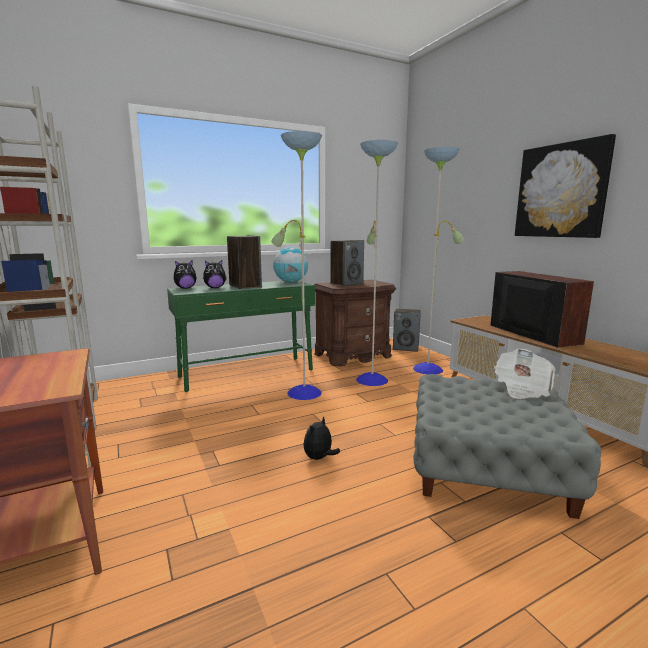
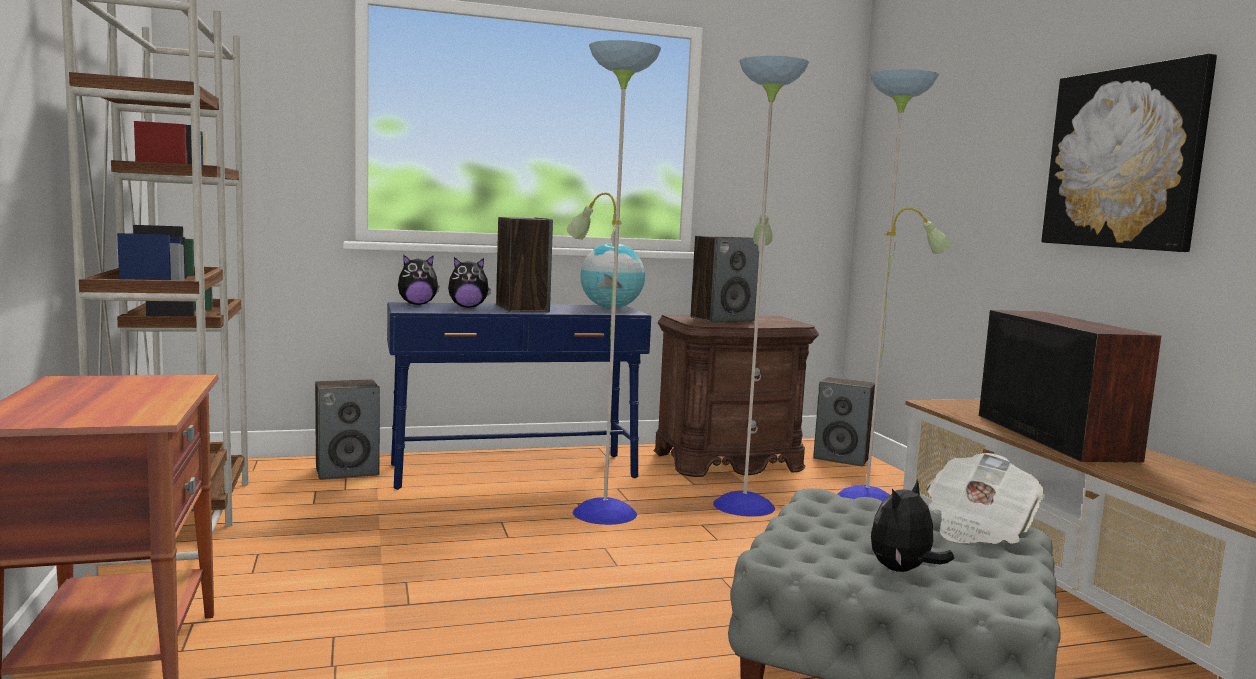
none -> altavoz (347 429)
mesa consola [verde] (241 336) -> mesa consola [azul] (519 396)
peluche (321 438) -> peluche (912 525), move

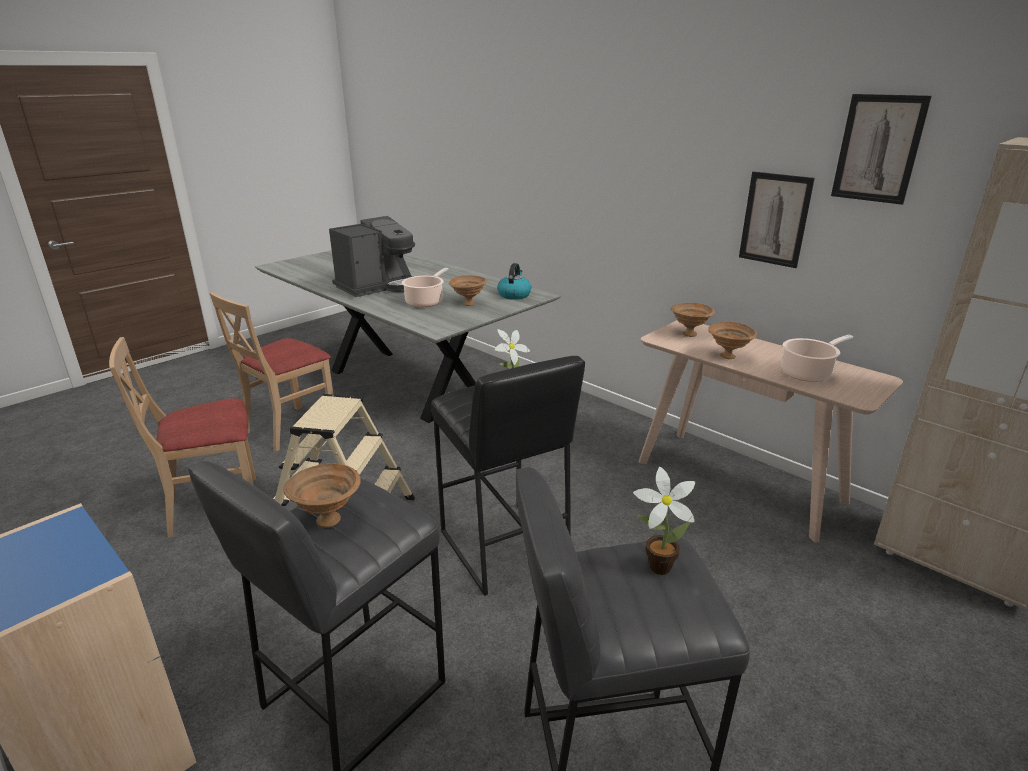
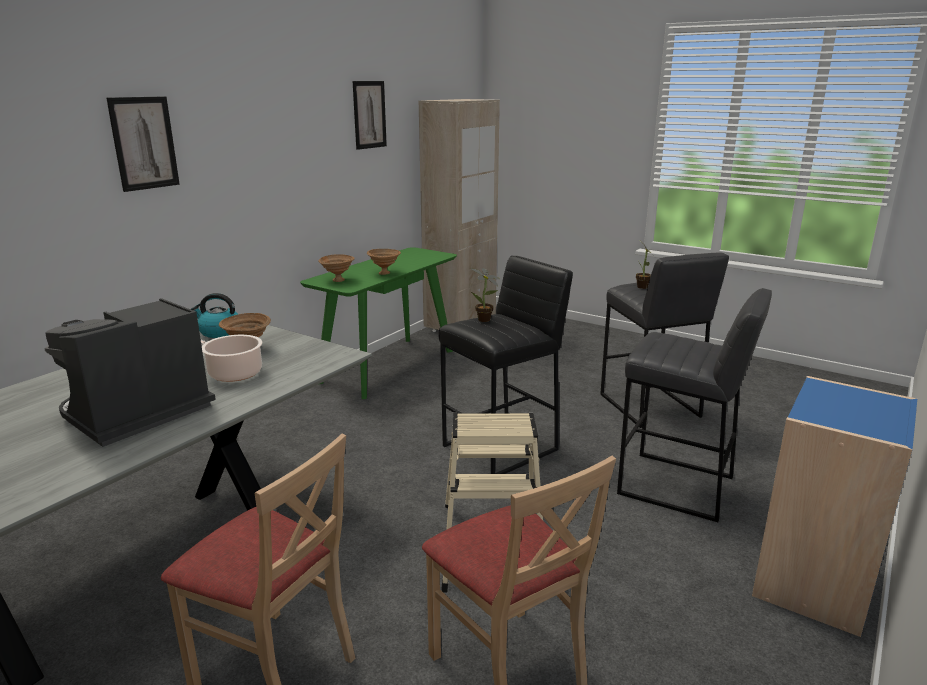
cafetera (372 256) -> cafetera (130 372), 90 degrees counterclockwise
cuadro (777 219) -> cuadro (143 144), move
mesa consola [beis] (771 431) -> mesa consola [verde] (378 323)
cuenco [marrón] (322 495) -> none
olla (817 358) -> none

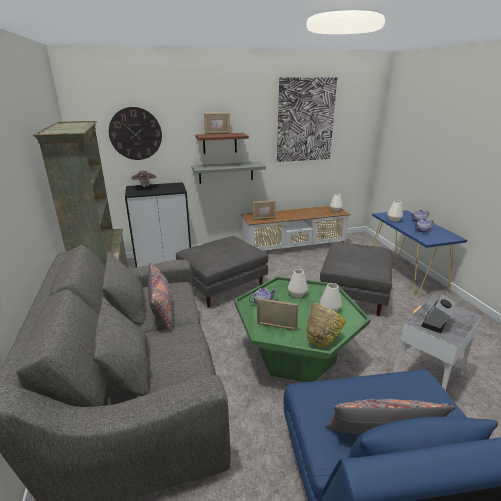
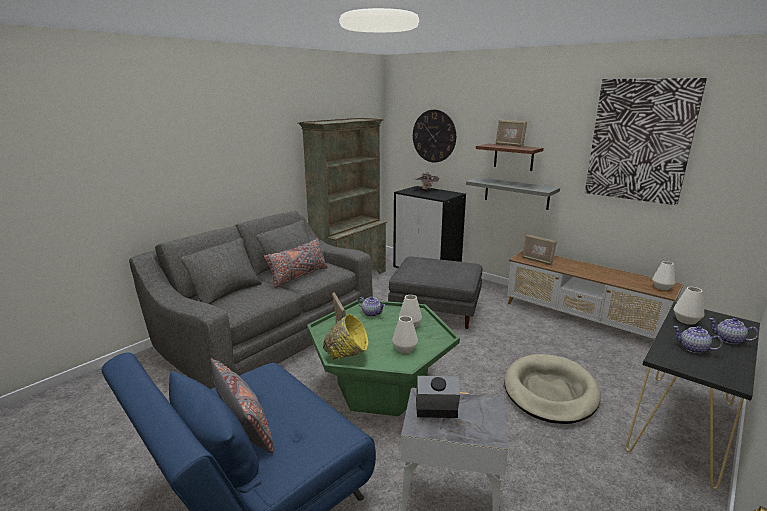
puf [gris] (356 279) -> cama para perro [beis] (552 389)
mesa consola [azul] (419 254) -> mesa consola [negro] (693 395)

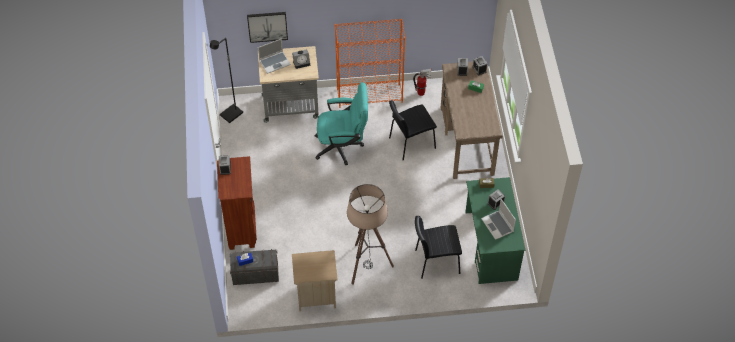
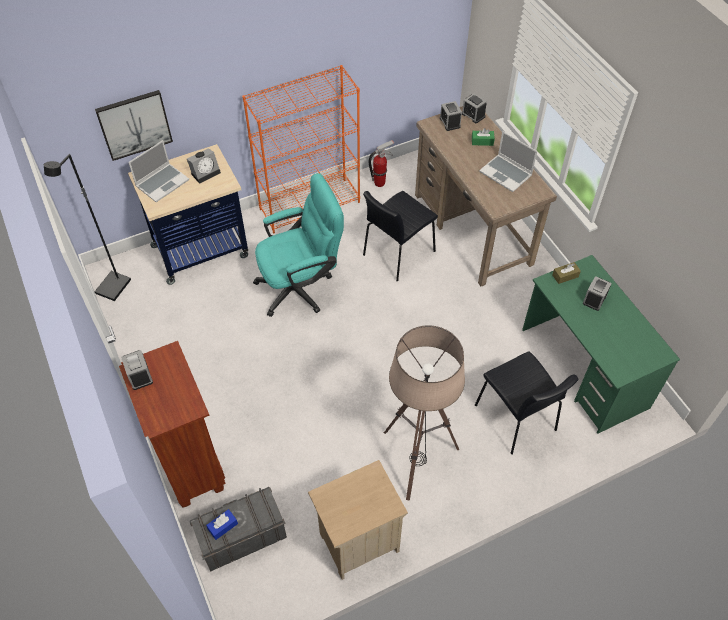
carrito [gris] (288 84) -> carrito [azul] (188 214)
silla [negro] (438 247) -> silla [negro] (527 403), 90 degrees counterclockwise
portátil (498 219) -> portátil (508 161), move

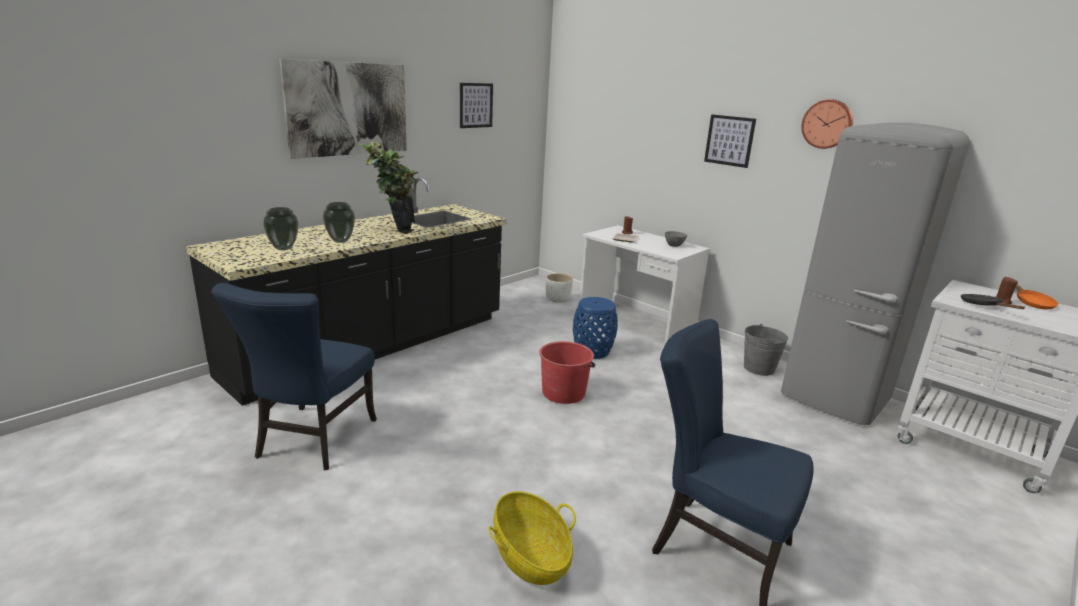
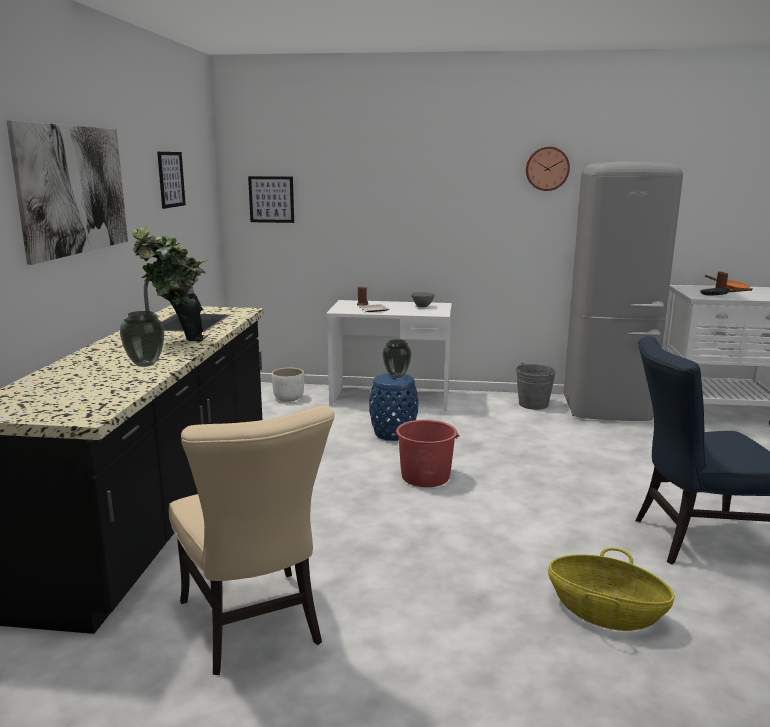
silla [azul] (294 376) -> silla [beis] (252 540)
cuadro (730 141) -> cuadro (271 199), move
florero (280 228) -> florero (397 358), move

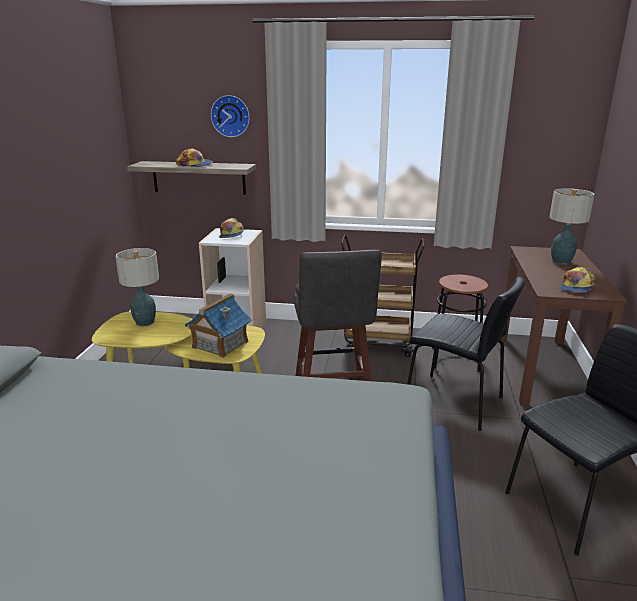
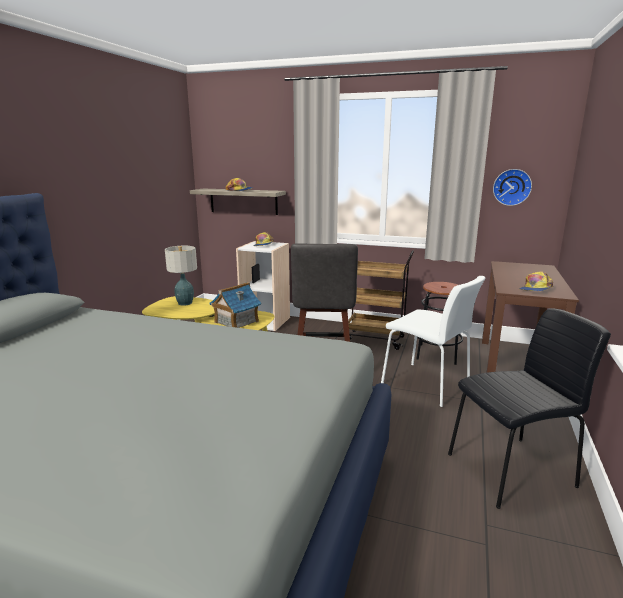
silla [negro] (466 354) -> silla [blanco] (433 341)
reloj de pared (230 116) -> reloj de pared (512 187), move
lámpara de mesa (572 226) -> none

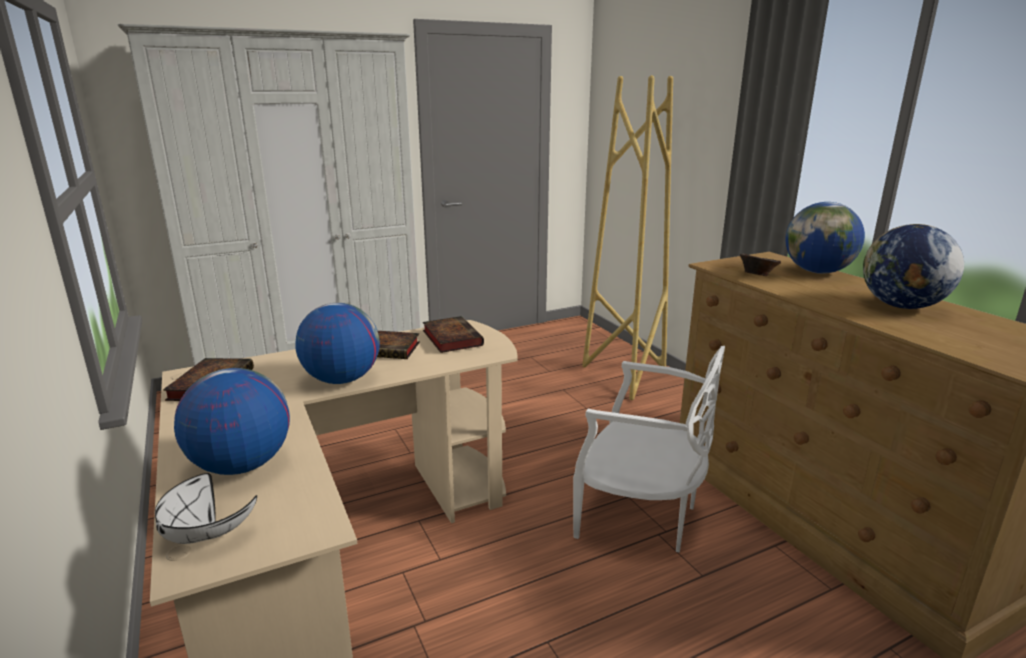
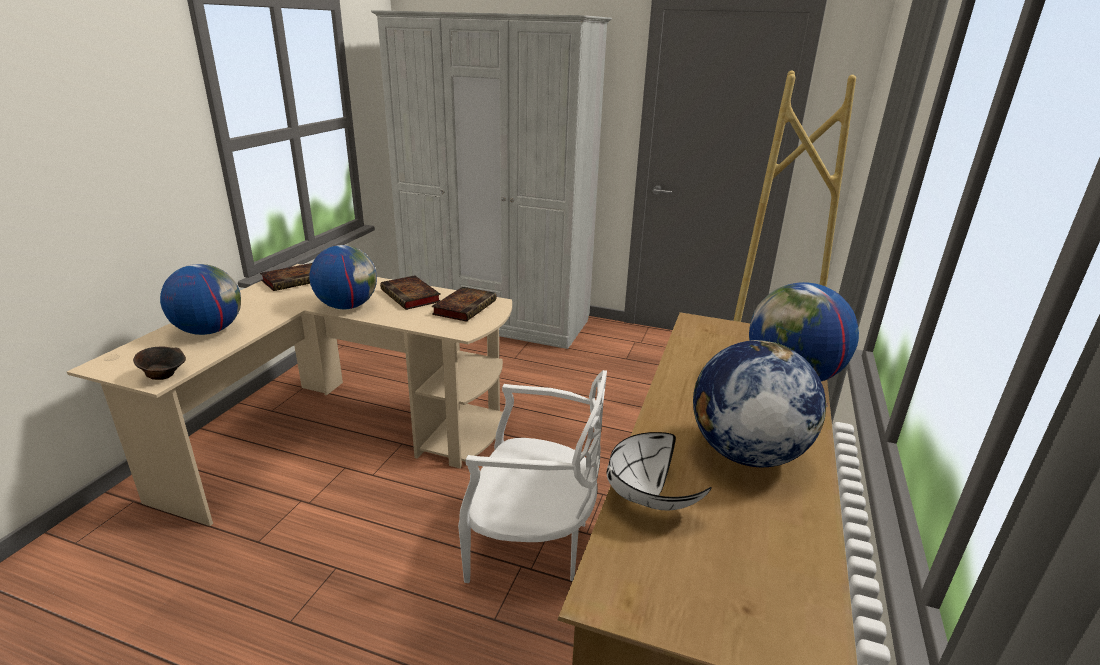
cuenco [marrón] (760 264) -> cuenco [marrón] (159 363), move
silla [blanco] (649 449) -> silla [blanco] (532 476), 60 degrees counterclockwise
cuenco [blanco] (206 508) -> cuenco [blanco] (659 471), move

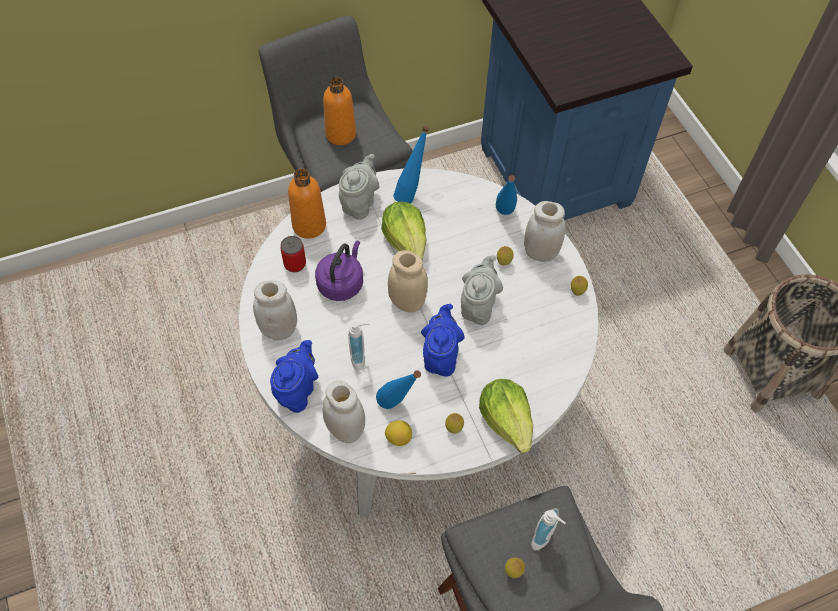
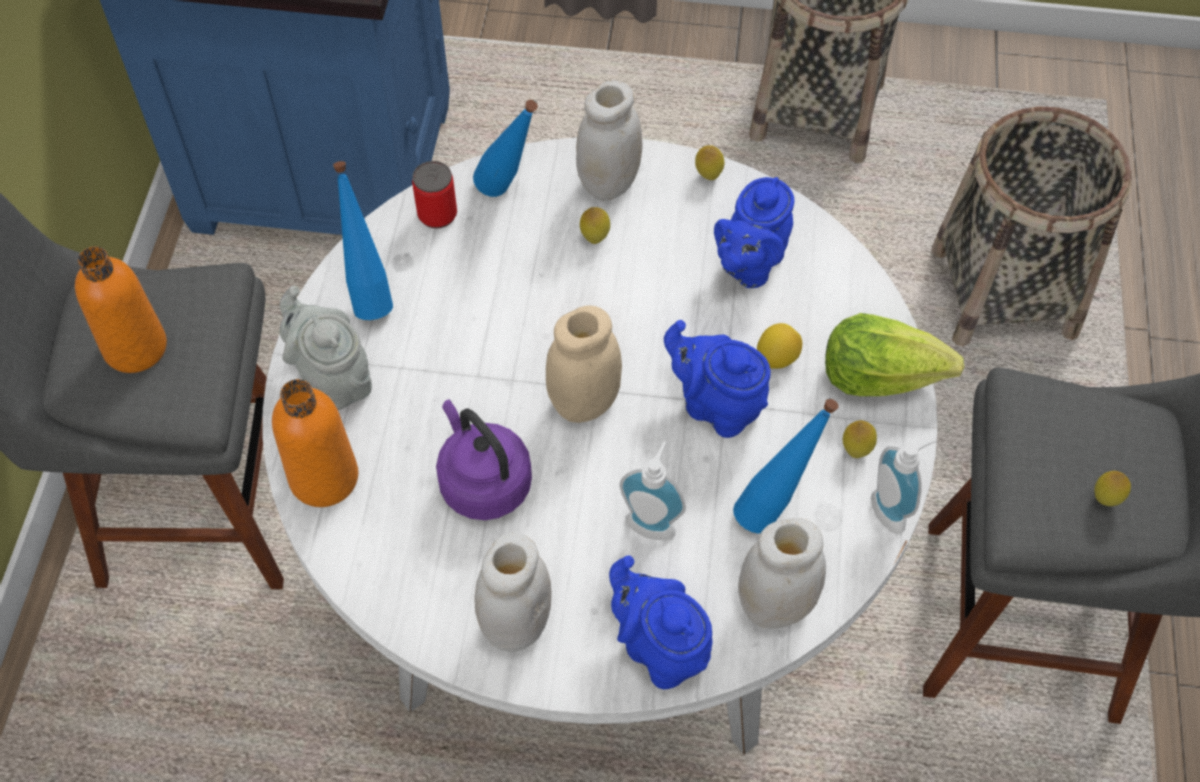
lata (293 254) -> lata (434 195), move
none -> tetera [azul] (754 232)
limón (398 433) -> limón (779 346), move
dispensador de jabón (548 529) -> dispensador de jabón (903 486), move
none -> cesta (1031 226)
lechuga (403 231) -> none
tetera [gris] (482 290) -> none

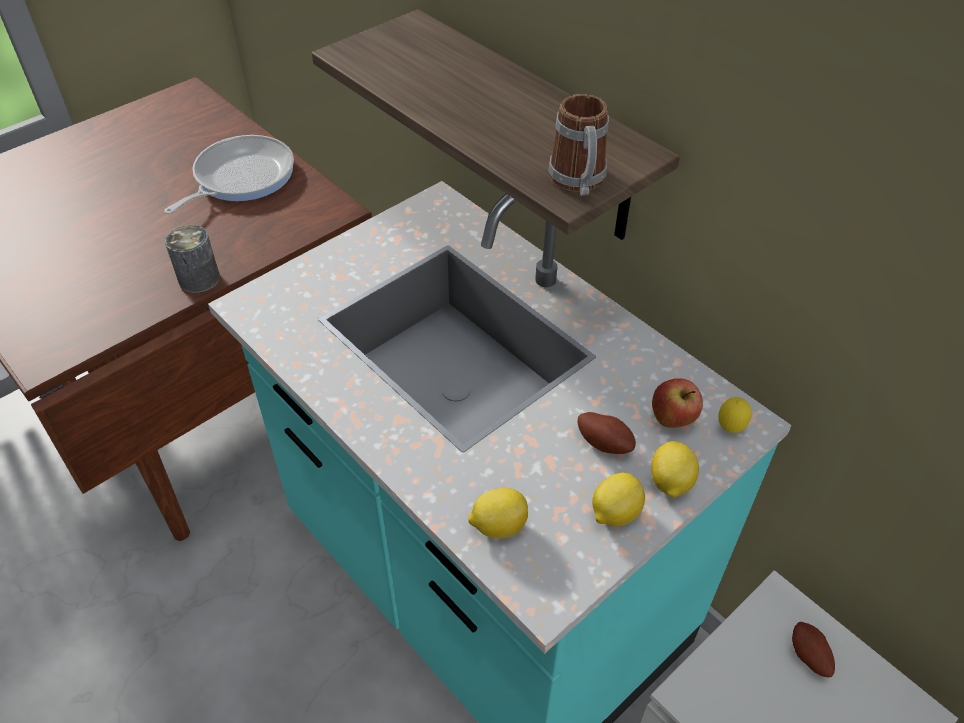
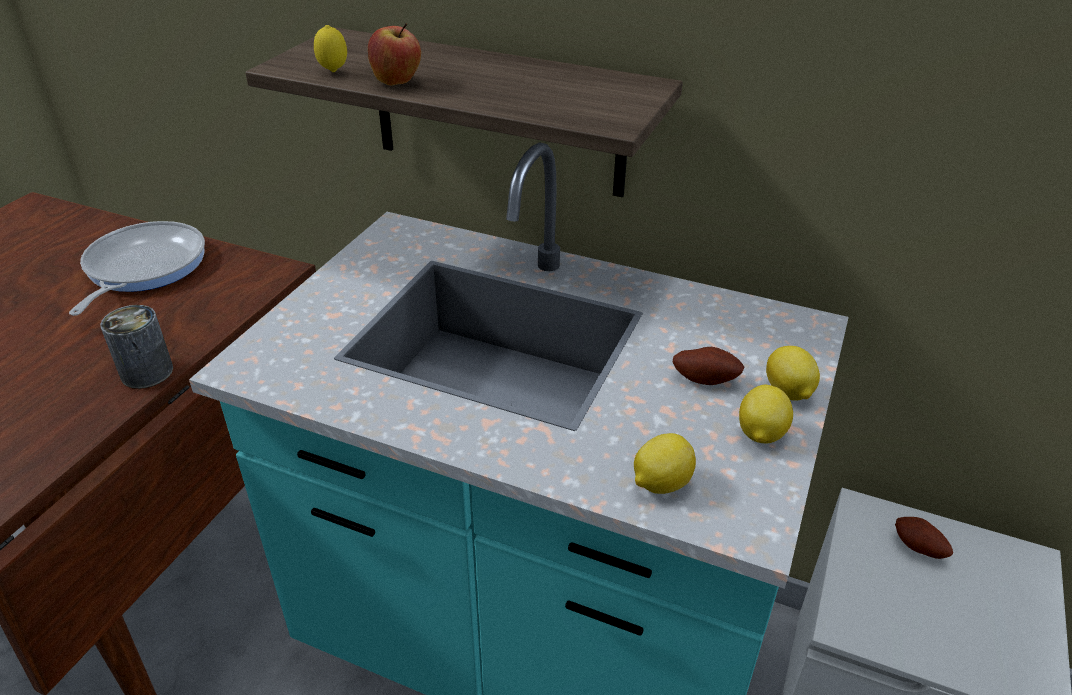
limón (735 415) -> limón (330 48), move
manzana (677 403) -> manzana (394 54), move
taza grande (578 145) -> none

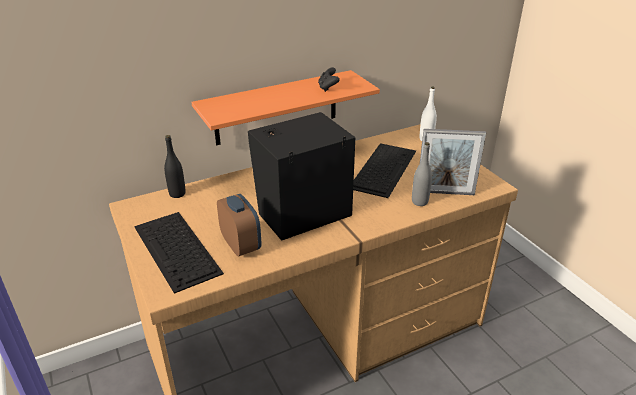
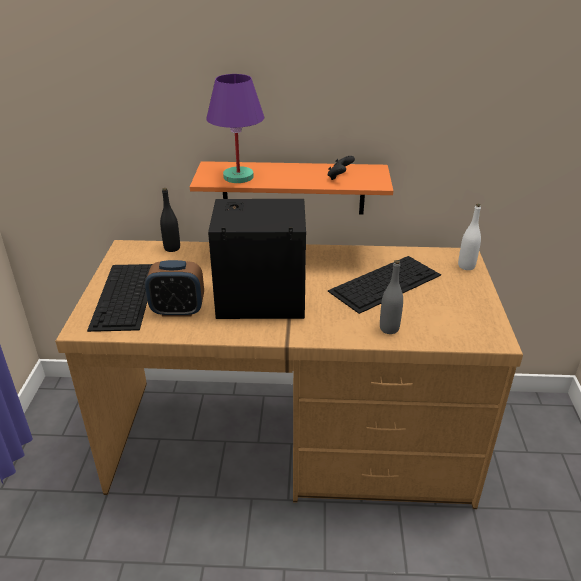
despertador (239 225) -> despertador (174 288), 90 degrees clockwise
none -> lámpara de mesa [morado] (235 128)
portarretratos (453 162) -> none

